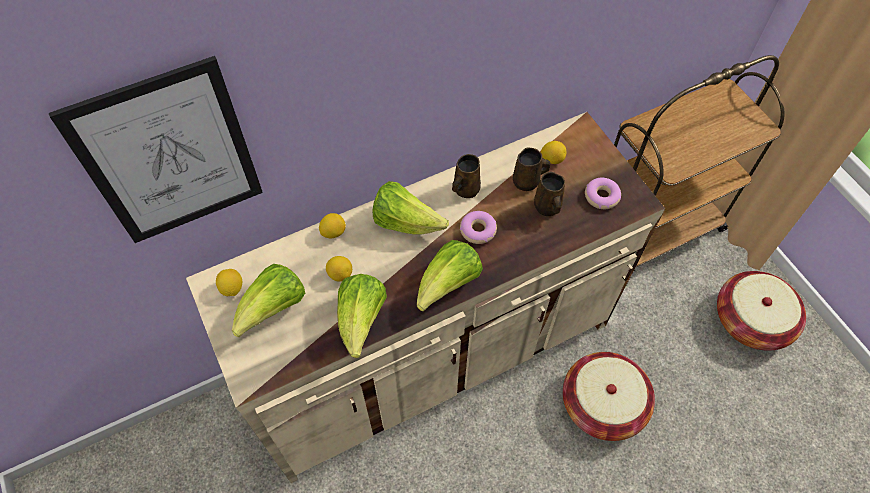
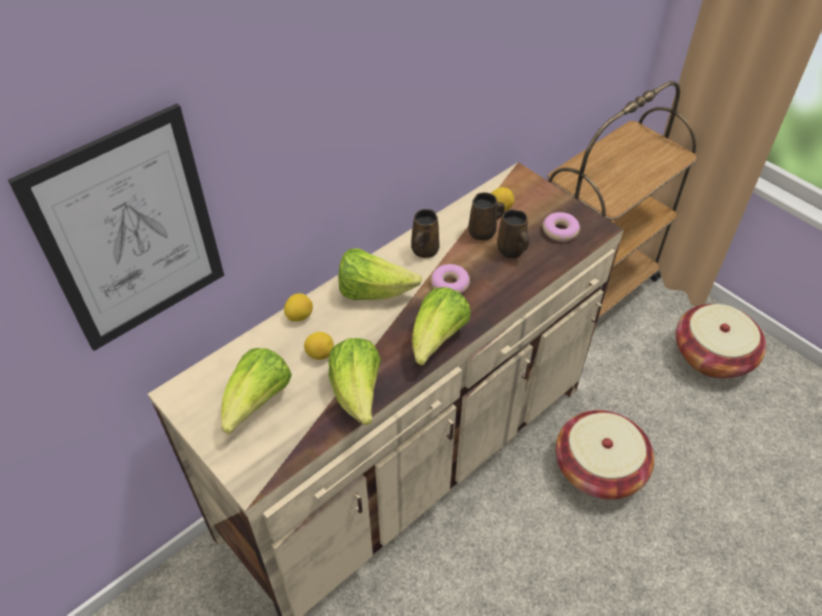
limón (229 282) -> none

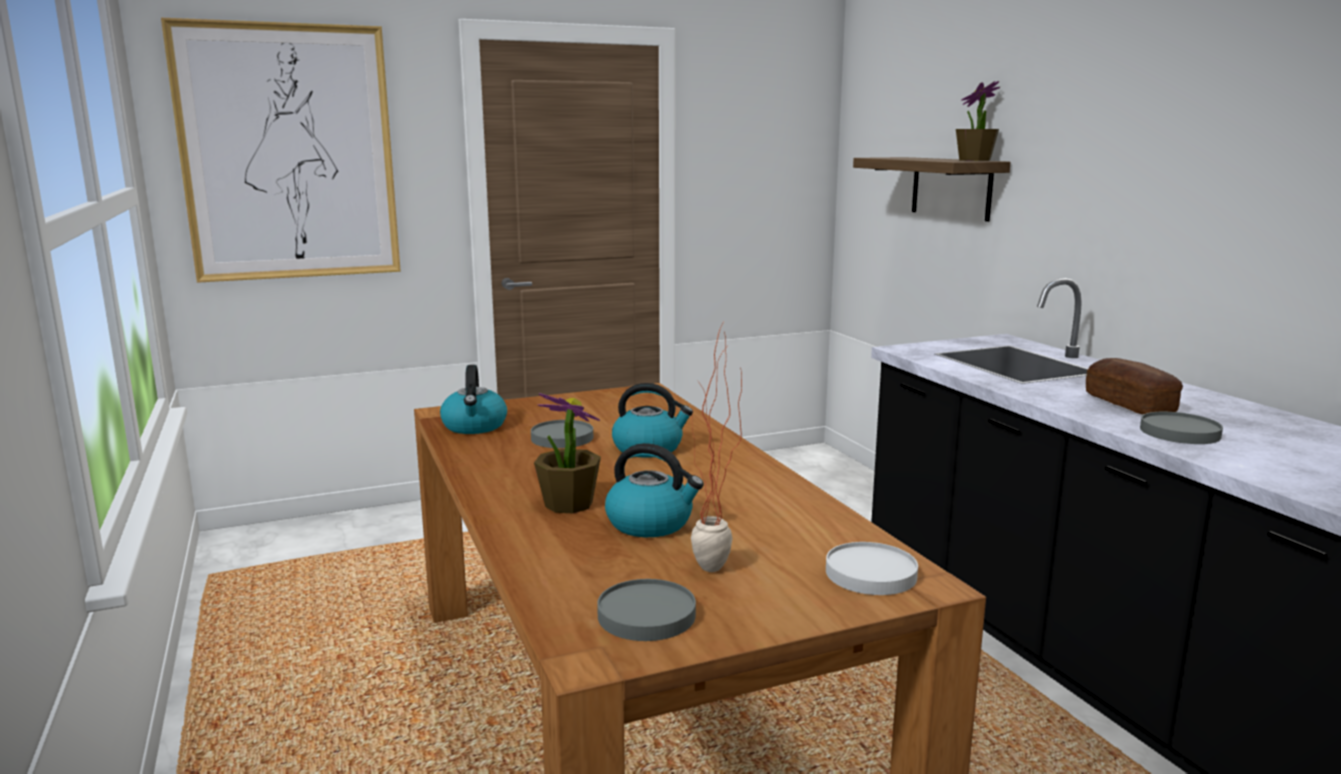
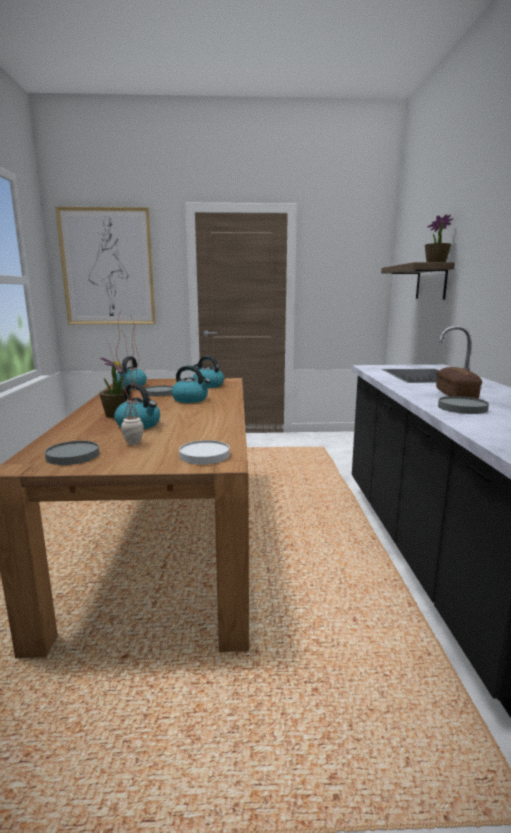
none -> hervidor (208 372)

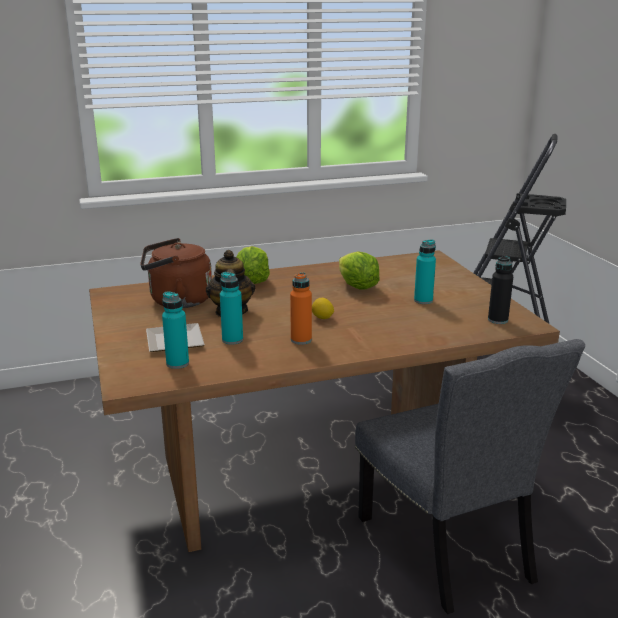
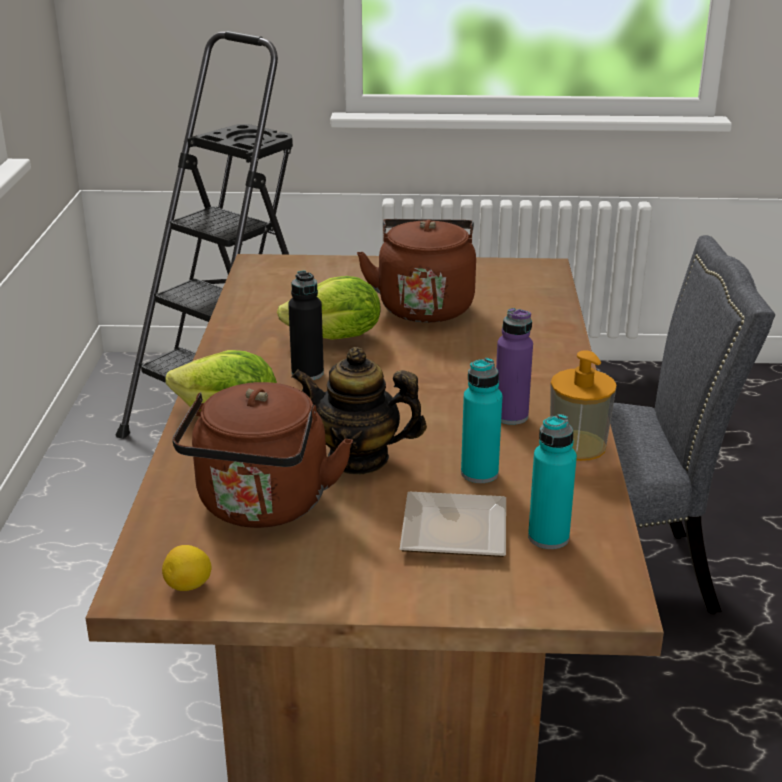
limón (323 308) -> limón (186 568), move
botella [negro] (500 290) -> botella [negro] (306 325), move
botella [turquesa] (425 272) -> hervidor [marrón] (416 271)
botella [naranja] (301 308) -> botella [morado] (514 366)
none -> dispensador de jabón (583 405)

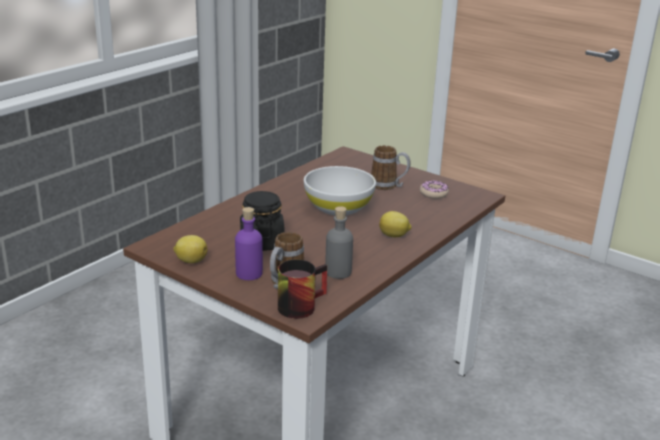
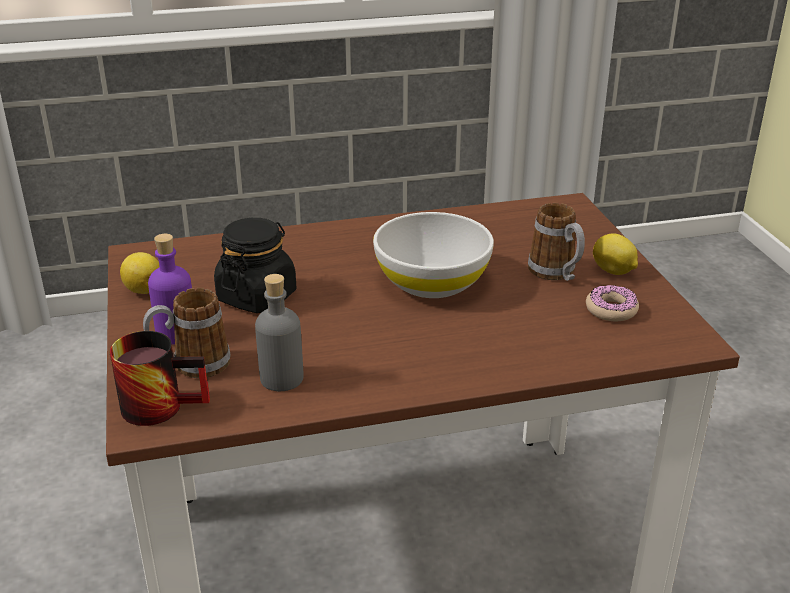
limón (395 224) -> limón (615 254), move

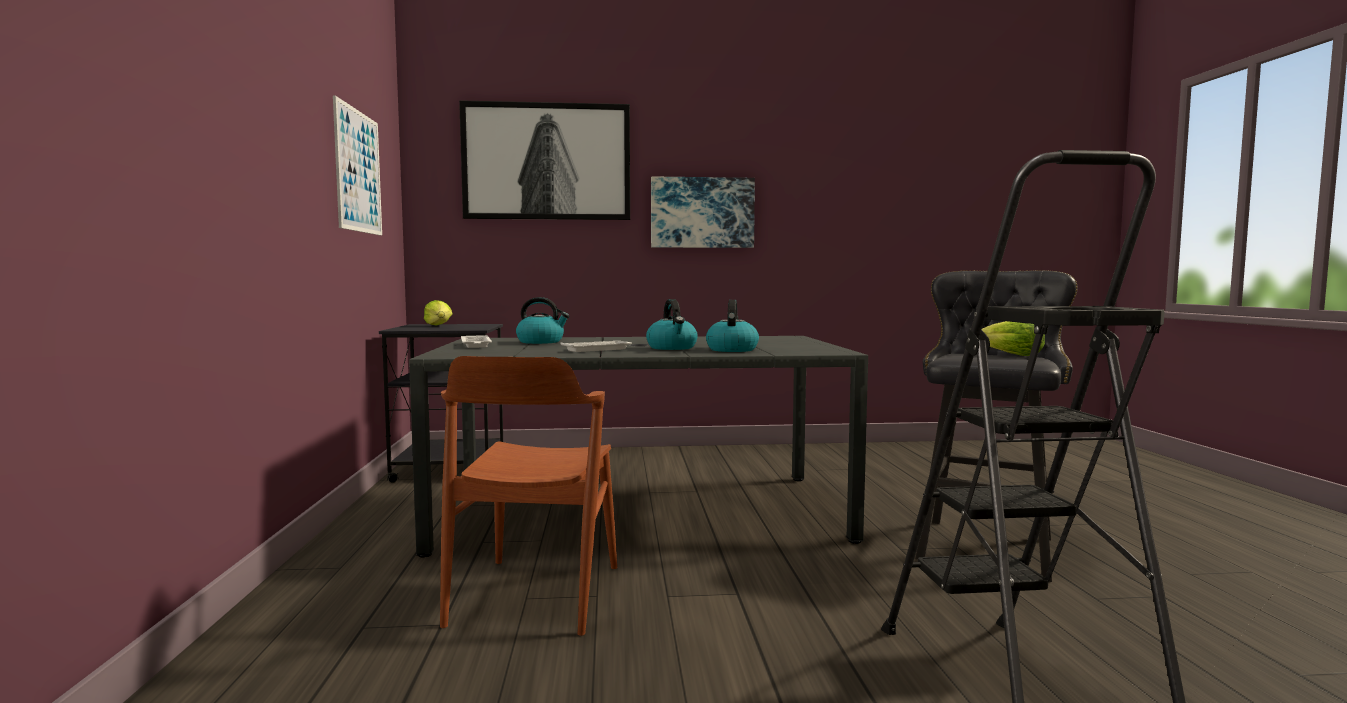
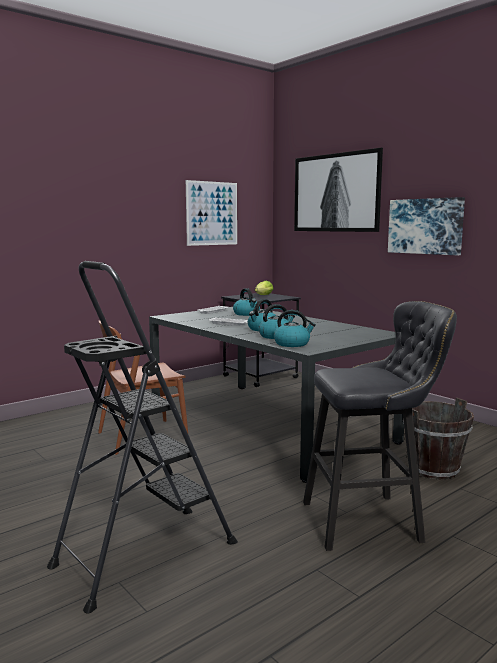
none -> hervidor (295 328)
none -> cubo [marrón] (438 439)
lechuga (1013 338) -> none

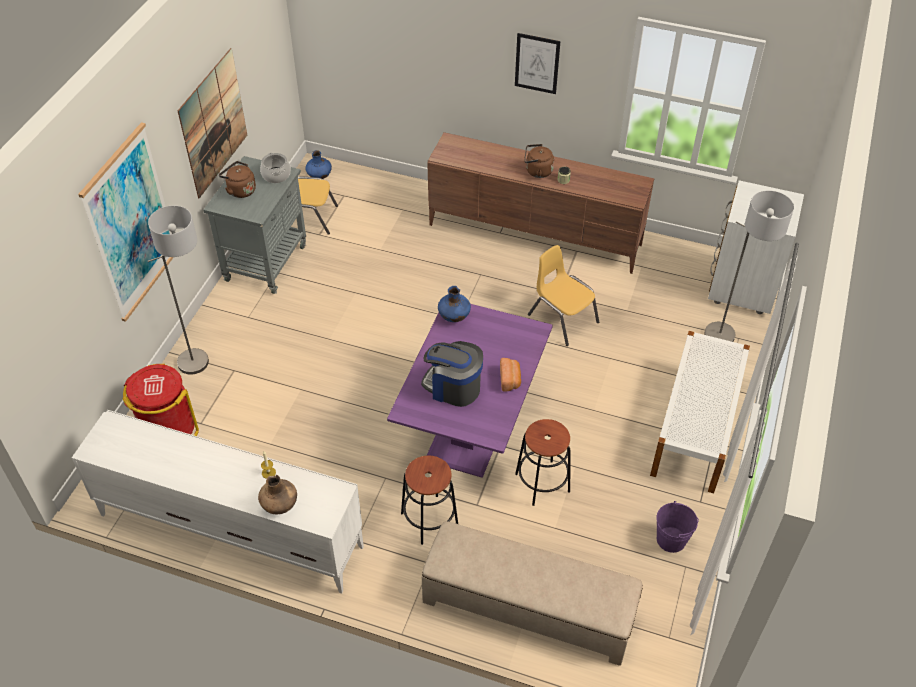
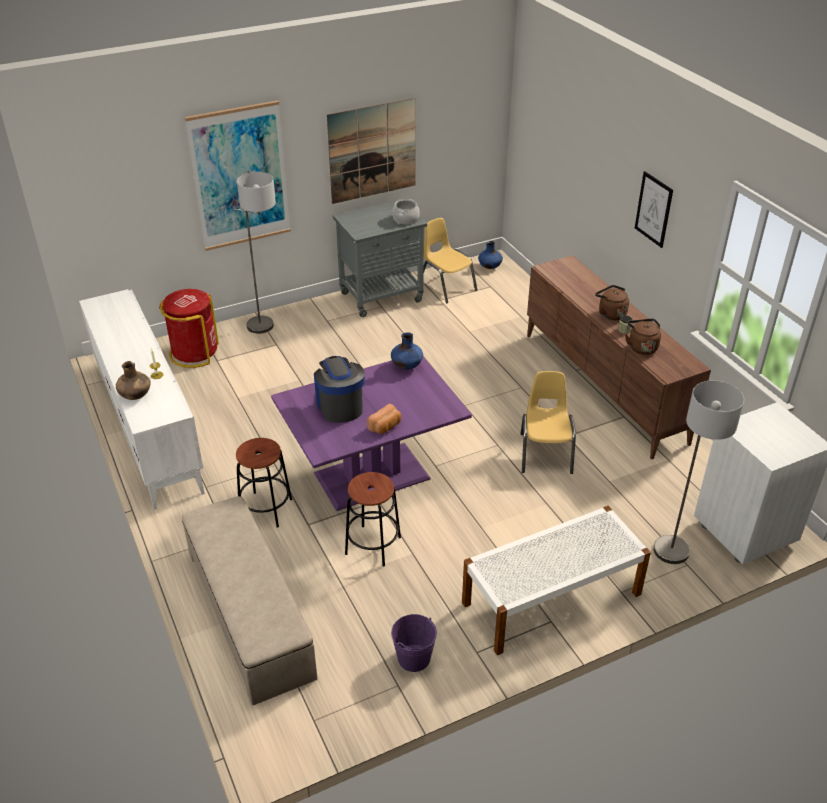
hervidor [marrón] (237 179) -> hervidor [marrón] (643 337), move

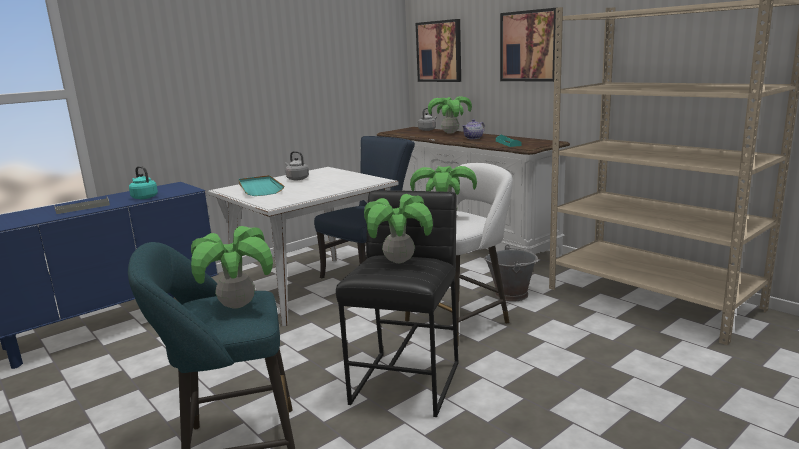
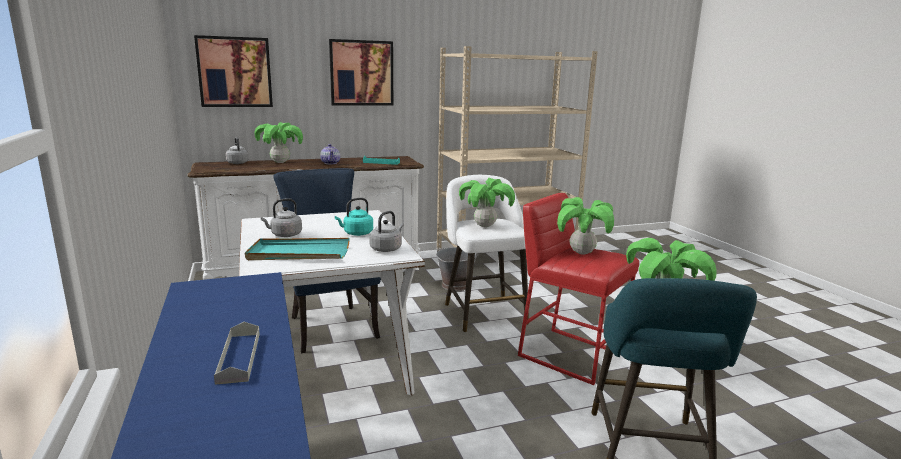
hervidor [turquesa] (143 182) -> hervidor [turquesa] (354 217), move
none -> hervidor [gris] (386 231)
taburete [negro] (397 303) -> taburete [rojo] (578 289)

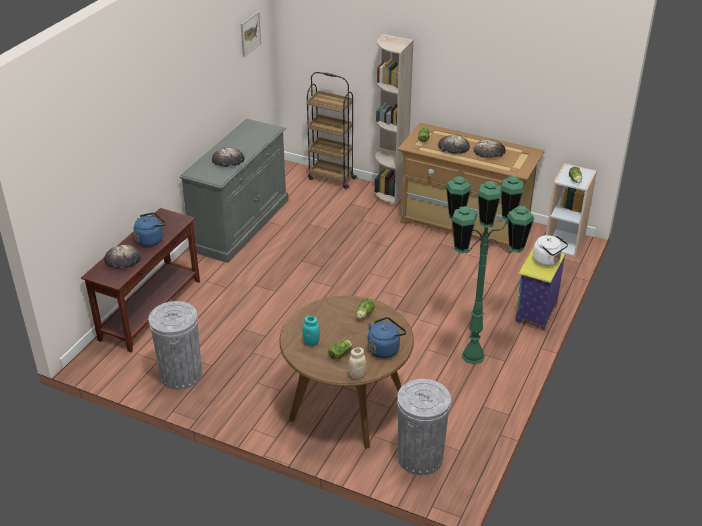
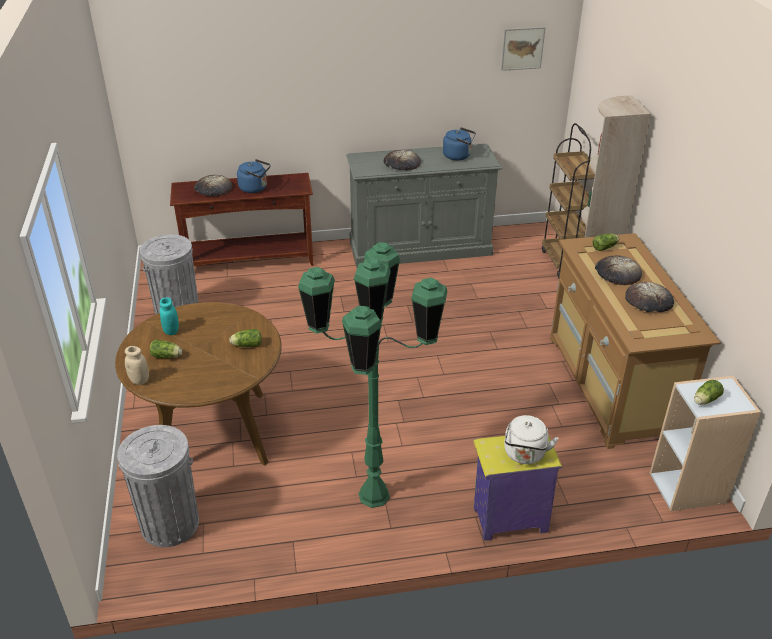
hervidor [azul] (387 337) -> hervidor [azul] (459 143), move

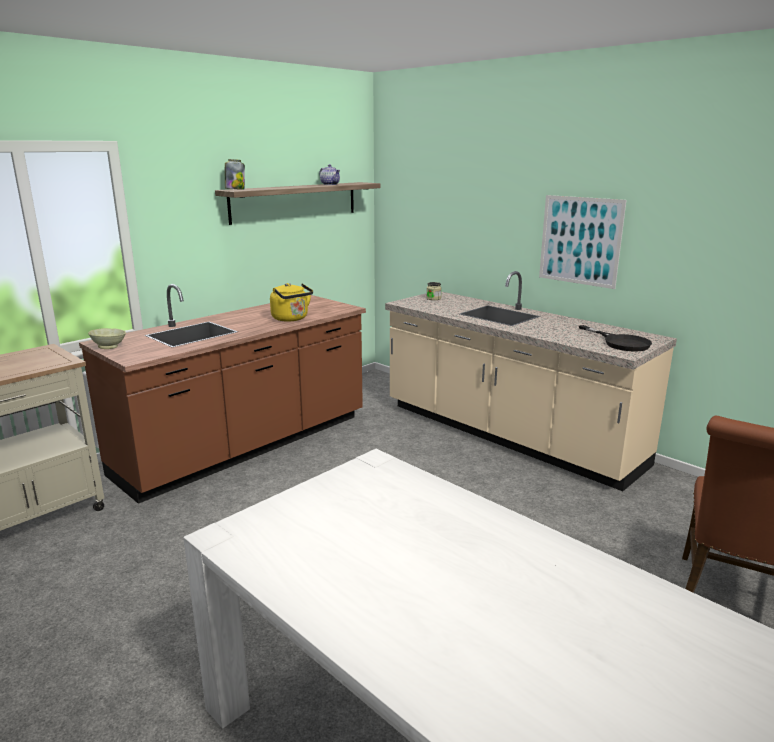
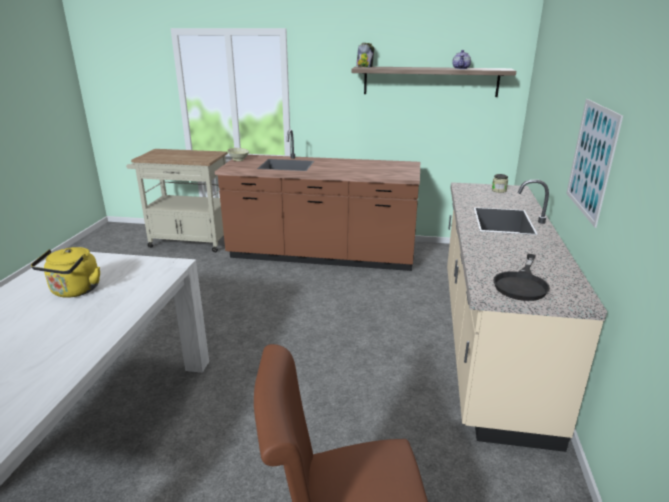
hervidor [amarillo] (291 302) -> hervidor [amarillo] (65 272), move

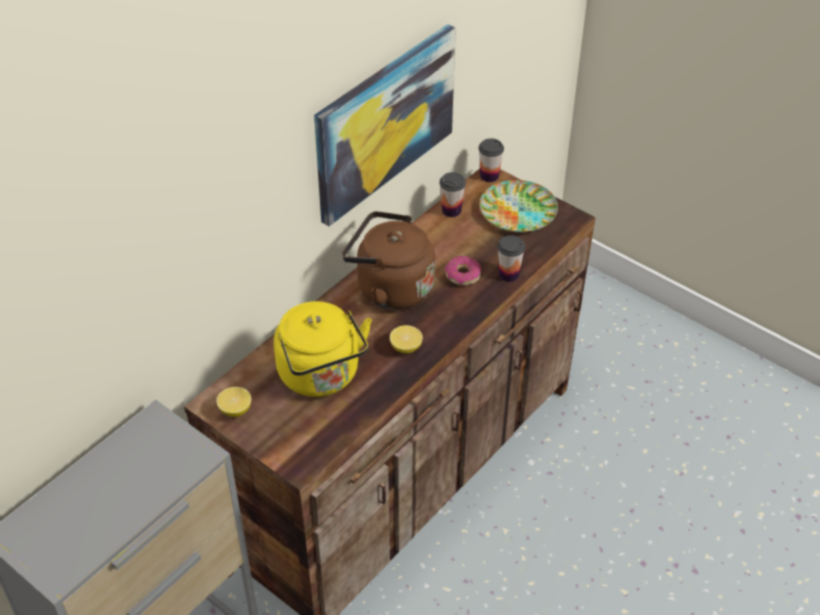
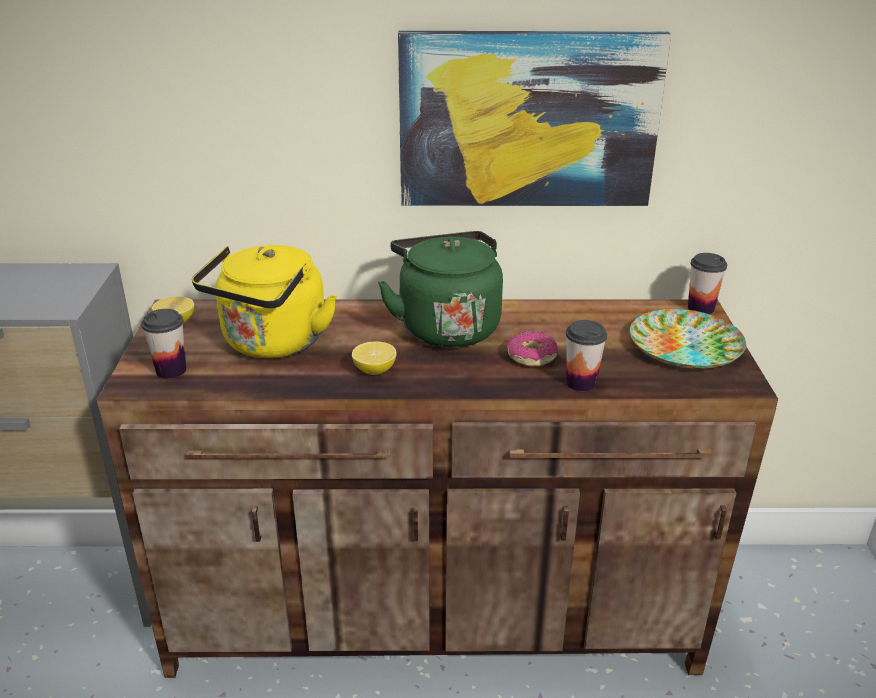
taza (453 194) -> taza (163 344), move
hervidor [marrón] (388 260) -> hervidor [verde] (440 289)

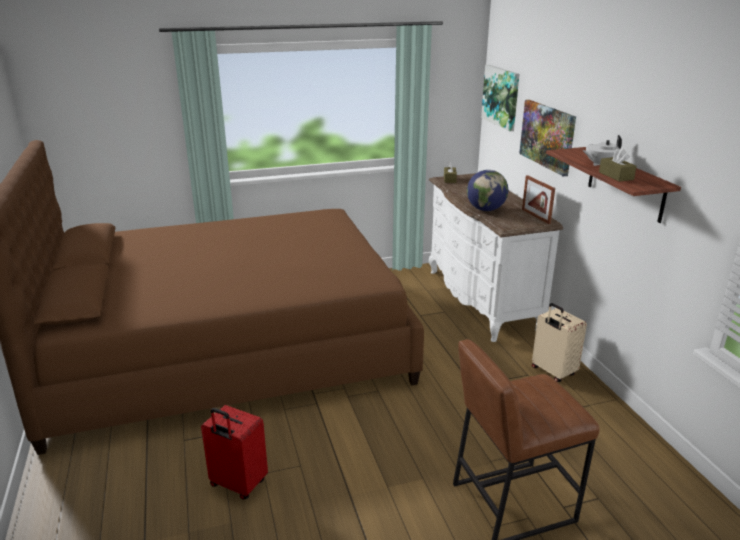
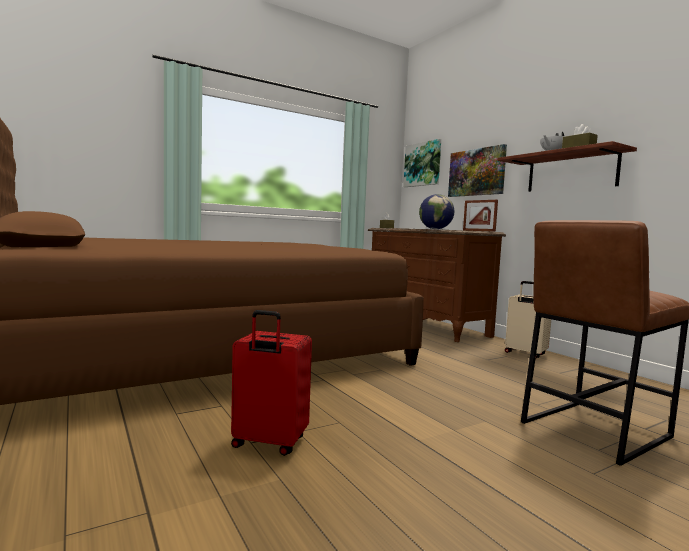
cómoda [blanco] (495 257) -> cómoda [marrón] (437 285)

